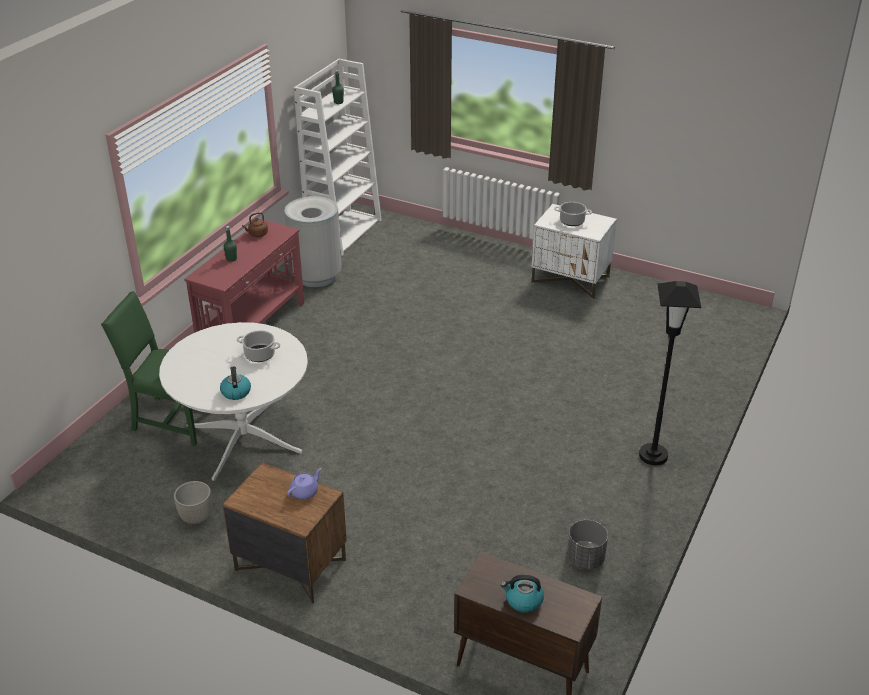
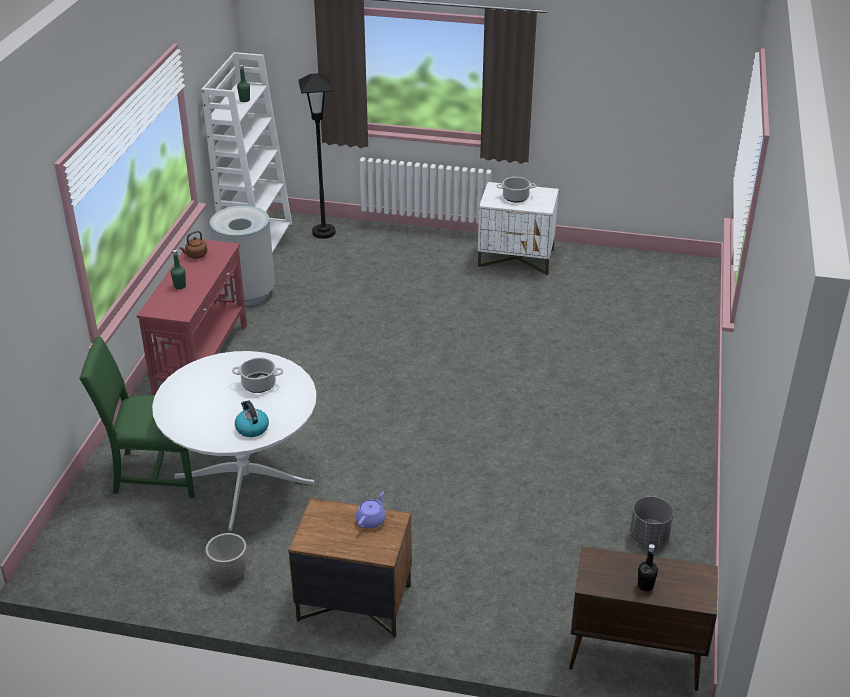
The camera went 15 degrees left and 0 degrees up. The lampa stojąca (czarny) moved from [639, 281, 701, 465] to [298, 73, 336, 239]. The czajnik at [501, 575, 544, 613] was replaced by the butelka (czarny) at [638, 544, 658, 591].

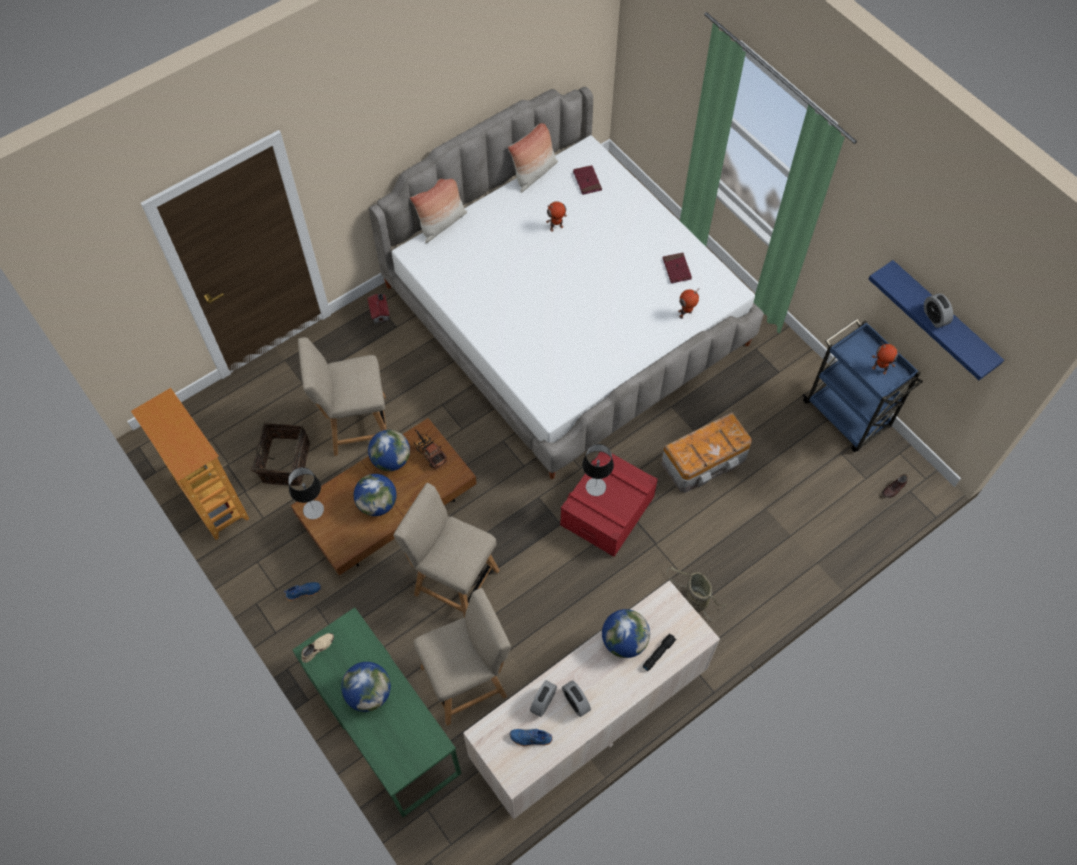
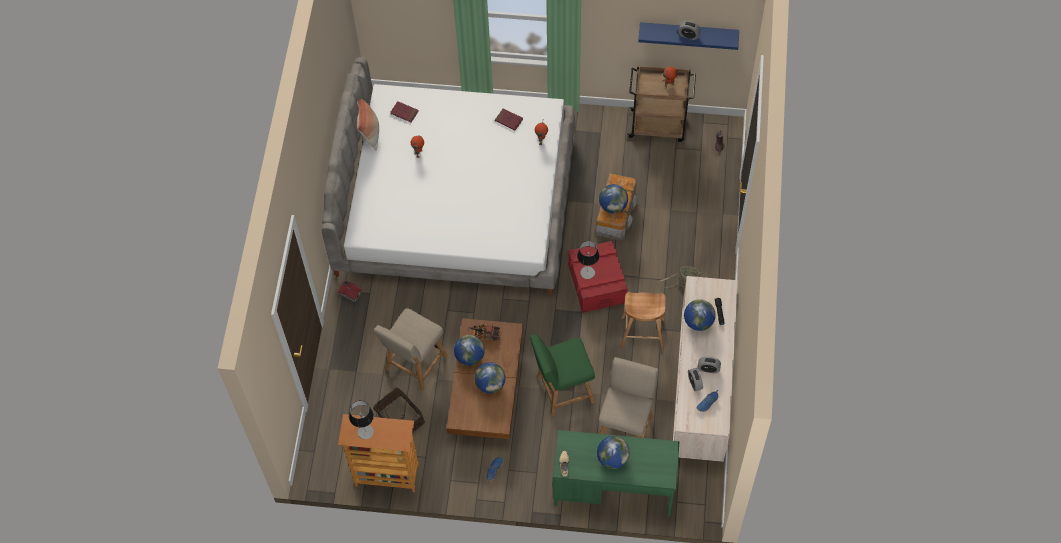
The camera went 45 degrees left and 0 degrees up. The lampa stołowa moved from [288, 467, 324, 519] to [349, 401, 374, 439]. The krzesło (beżowy) at [394, 483, 500, 618] became the krzesło (zielony) at [530, 334, 595, 416]. The globus at [599, 184, 628, 214] appeared. The stołek (brązowy) at [620, 292, 666, 350] appeared. The wózek (niebieski) at [802, 319, 923, 452] became the wózek (brązowy) at [627, 65, 696, 142]. The poduszka at [410, 179, 467, 243] disappeared.

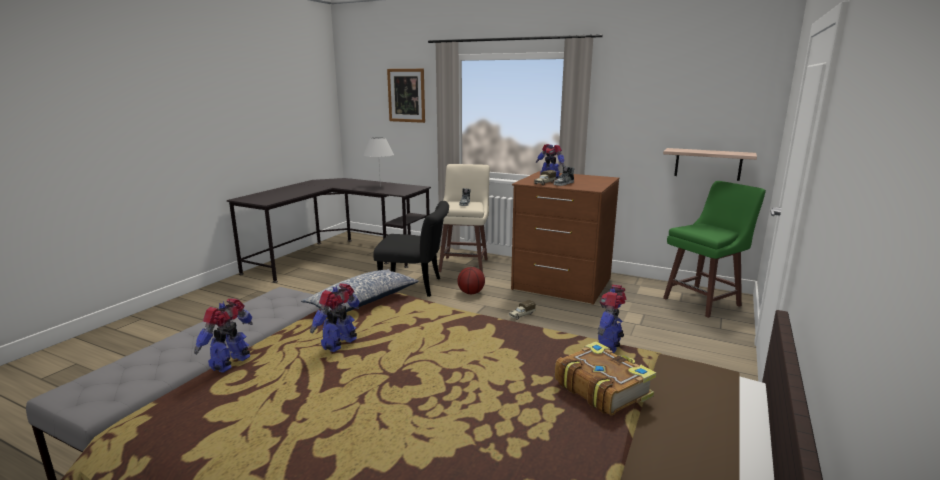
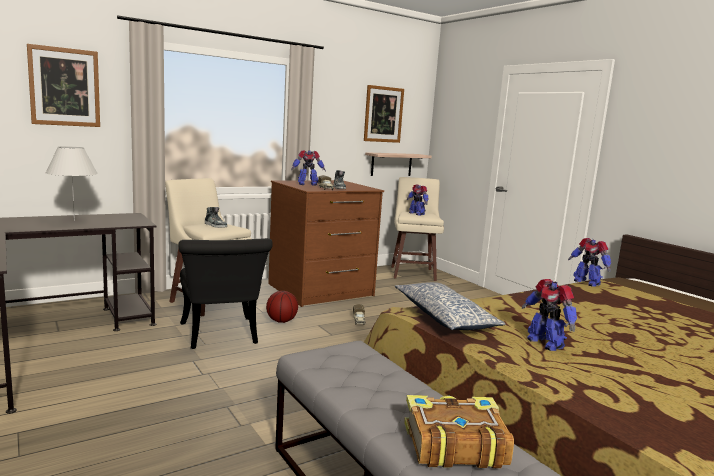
The camera went 60 degrees left and 5 degrees down. The krzesło (czarny) at [374, 201, 449, 297] turned 120 degrees clockwise. The obraz at [364, 85, 404, 143] appeared. The stołek (zielony) at [663, 181, 766, 318] became the stołek (beżowy) at [391, 177, 444, 281]. The książka moved from [555, 341, 656, 416] to [404, 395, 514, 468]. The robot zabawkowy moved from [194, 298, 253, 373] to [407, 185, 428, 215].

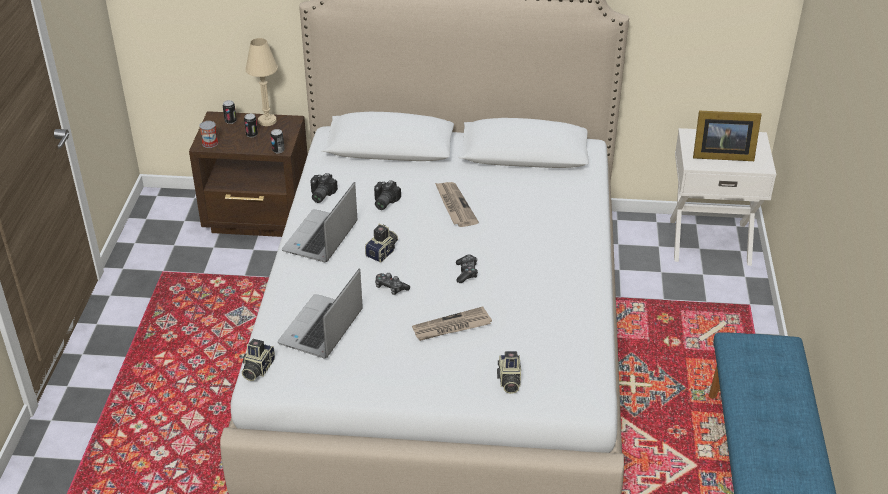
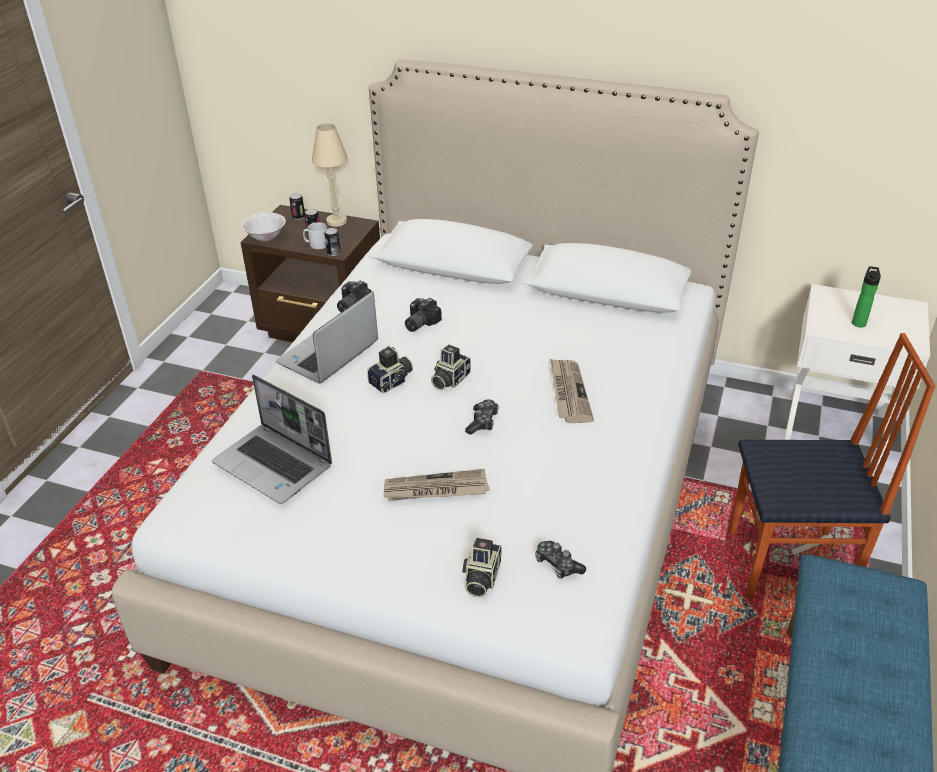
The camera went 15 degrees right and 0 degrees up. The laptop at [278, 269, 363, 358] turned 90 degrees counterclockwise. The puszka at [199, 121, 218, 148] was replaced by the miska (biały) at [241, 212, 286, 241]. The kubek (szary) at [303, 222, 327, 249] appeared. The aparat fotograficzny moved from [242, 339, 275, 381] to [431, 345, 471, 390]. The pad do gier moved from [375, 273, 410, 295] to [535, 541, 586, 579]. The gazeta moved from [435, 182, 479, 227] to [550, 358, 594, 423]. The krzesło at [729, 333, 935, 599] appeared. The ramka na zdjęcie at [693, 111, 762, 161] was replaced by the butelka at [852, 266, 881, 327].

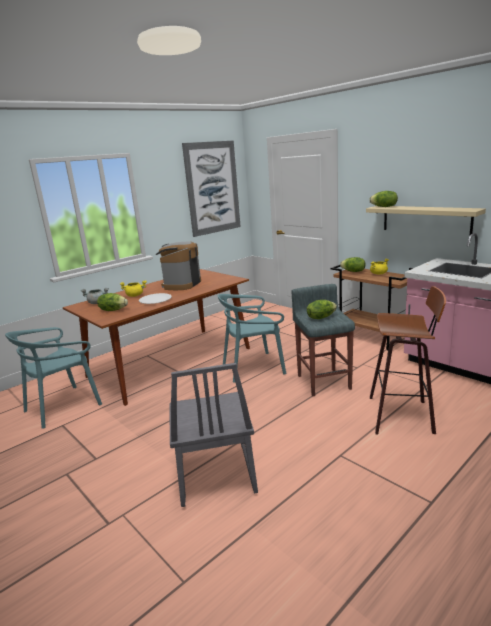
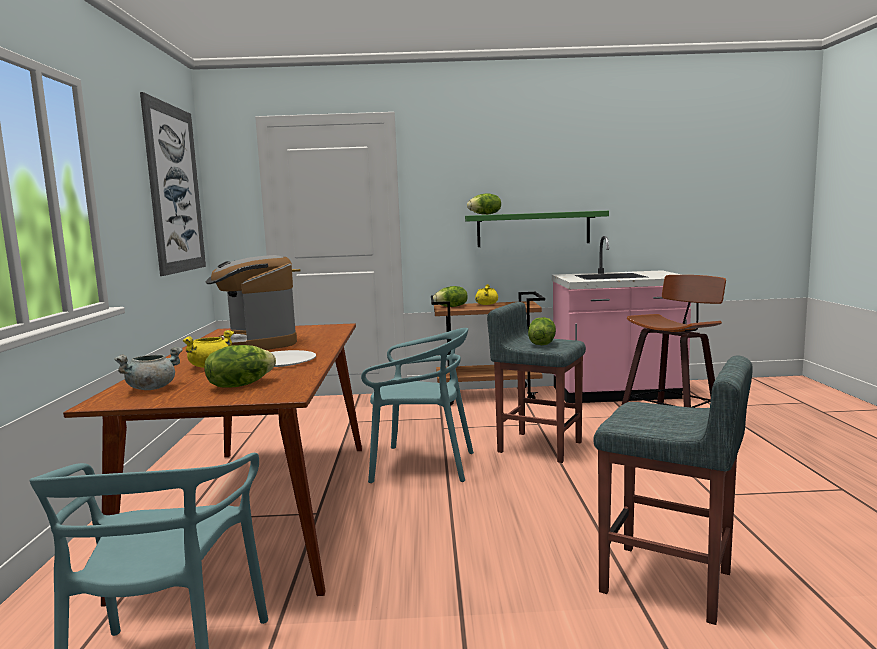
The camera went 50 degrees left and 10 degrees down. The krzesło (turkusowy) at [218, 294, 287, 383] turned 105 degrees counterclockwise. The półka (beżowy) at [366, 206, 486, 236] became the półka (zielony) at [465, 211, 609, 247]. The krzesło (szary) at [169, 363, 258, 507] was replaced by the stołek (szary) at [593, 355, 753, 625].

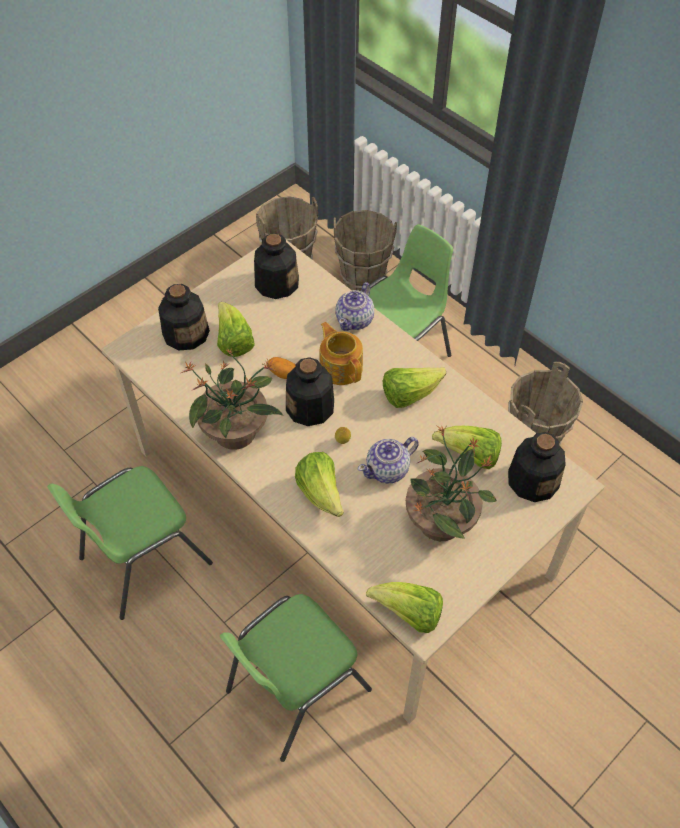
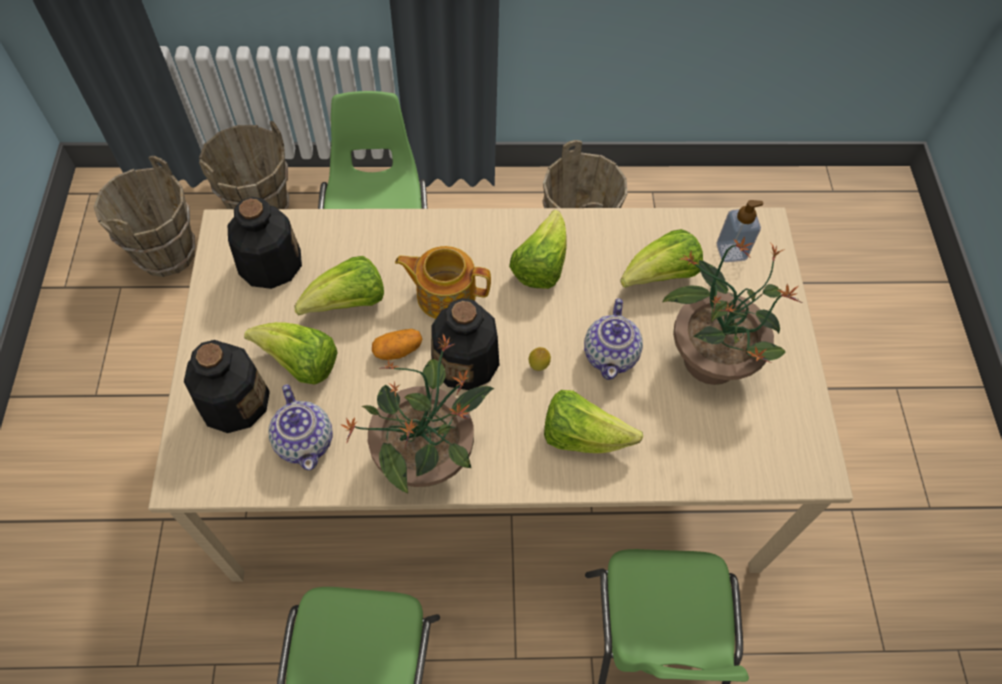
The camera went 50 degrees left and 5 degrees up. The imbryk moved from [335, 282, 374, 331] to [268, 384, 333, 470]. The sałata moved from [366, 582, 443, 633] to [294, 256, 384, 315]. The butelka at [508, 432, 566, 502] was replaced by the dozownik mydła at [717, 200, 763, 262].

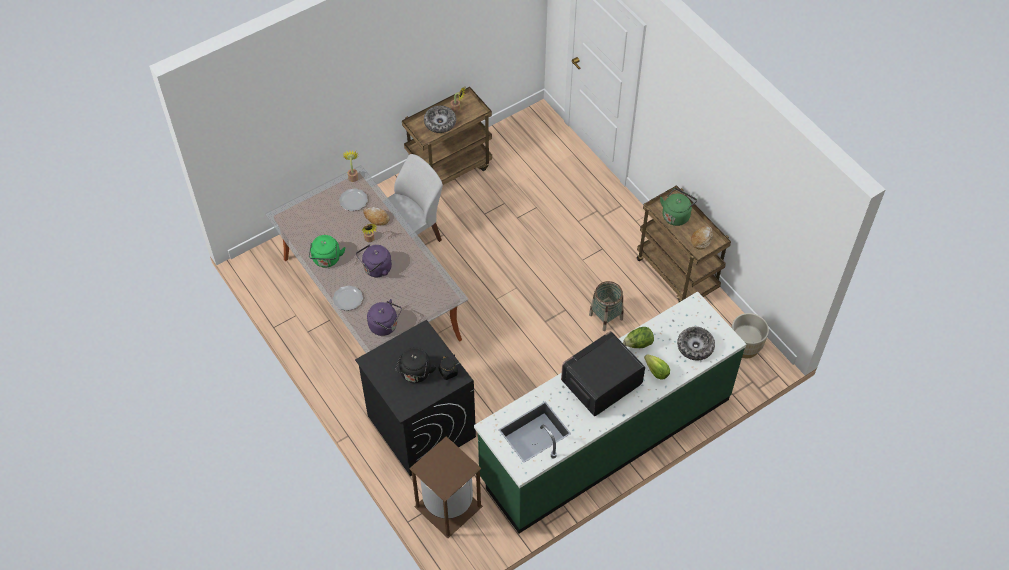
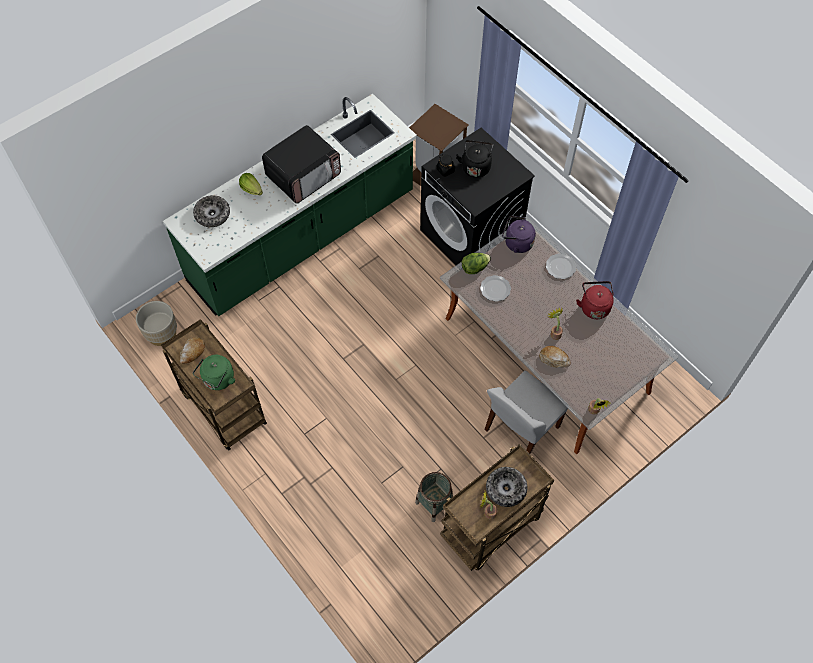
The camera went 175 degrees right and 5 degrees up. The koszyk moved from [589, 281, 623, 331] to [415, 472, 453, 522]. The sałata moved from [623, 327, 654, 348] to [462, 253, 491, 274]. The talerz moved from [339, 188, 368, 211] to [480, 275, 511, 302]. The czajnik (zielony) at [309, 235, 345, 268] became the czajnik (czerwony) at [576, 281, 614, 319]. The czajnik (fioletowy) at [356, 244, 392, 277] disappeared.

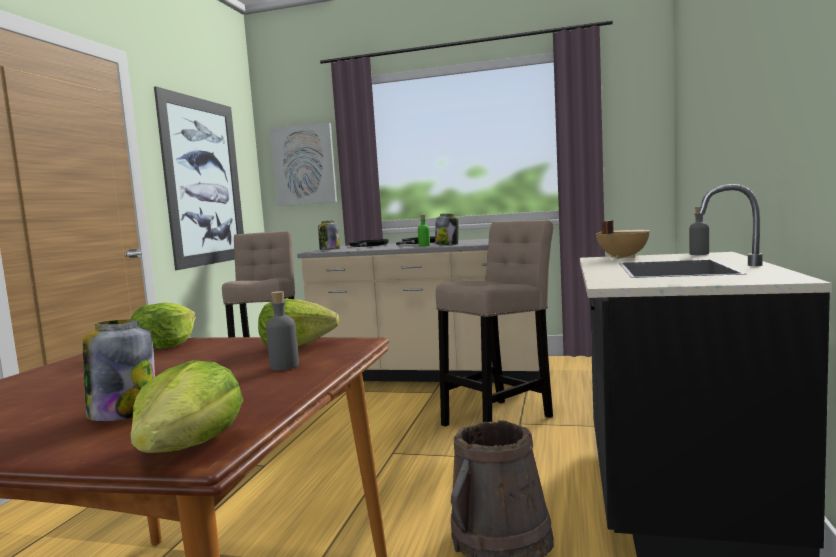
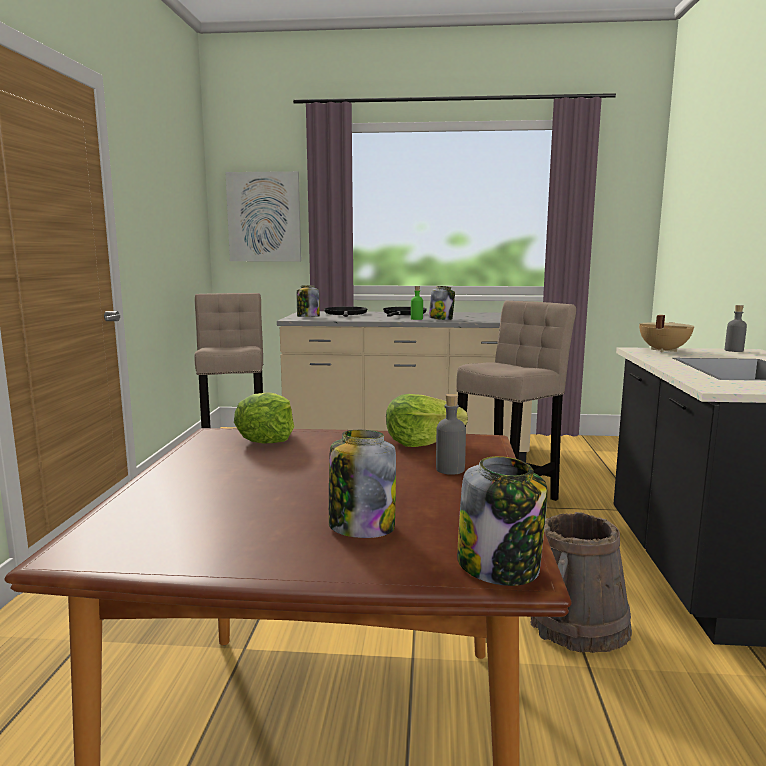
The camera went 10 degrees left and 5 degrees up. The sałata at [130, 360, 243, 453] was replaced by the słoik at [457, 456, 547, 586]. The obraz at [154, 86, 244, 270] disappeared.

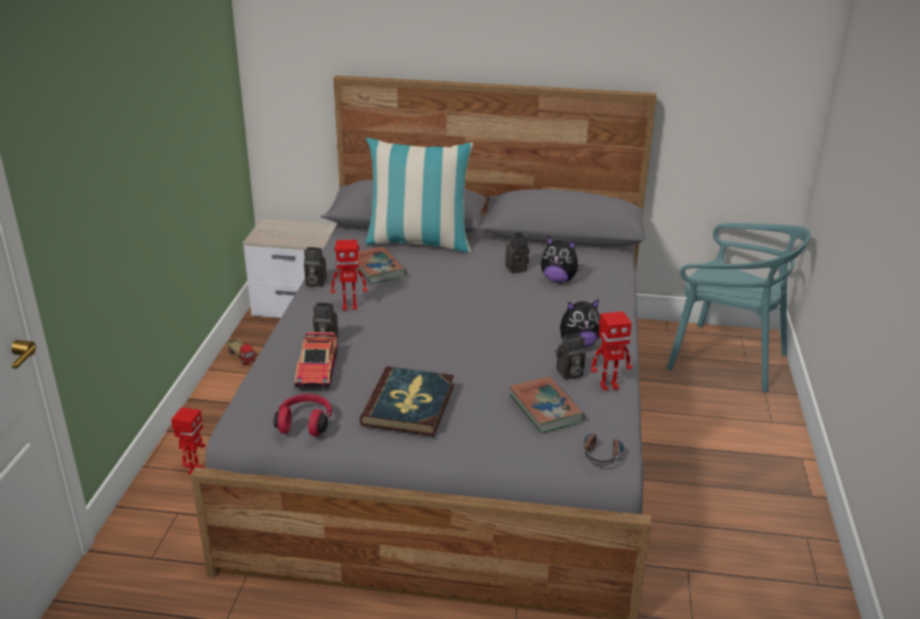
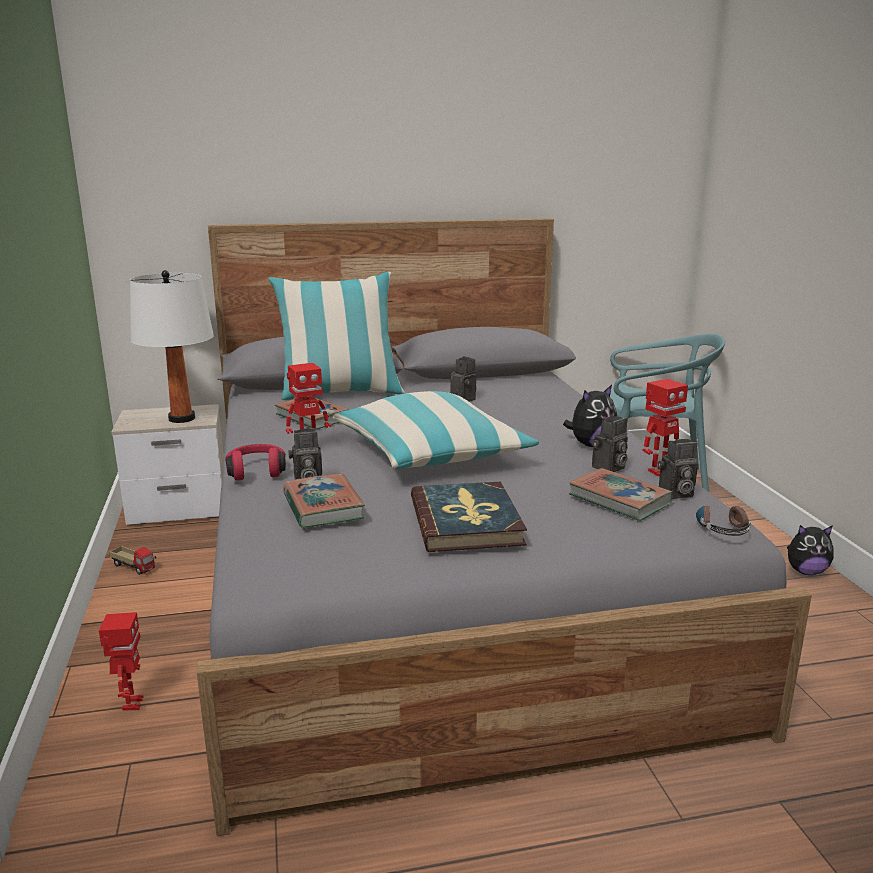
The camera went 20 degrees left and 10 degrees down. The lampa stołowa (biały) at [130, 270, 214, 423] appeared. The słuchawki (czerwony) moved from [274, 394, 332, 436] to [225, 444, 286, 480]. The samochodzik at [294, 332, 338, 388] was replaced by the książka at [283, 474, 365, 528]. The poduszka at [333, 391, 539, 469] appeared. The aparat fotograficzny moved from [304, 247, 327, 287] to [658, 439, 698, 499]. The pluszak moved from [541, 236, 584, 283] to [787, 525, 834, 575].

